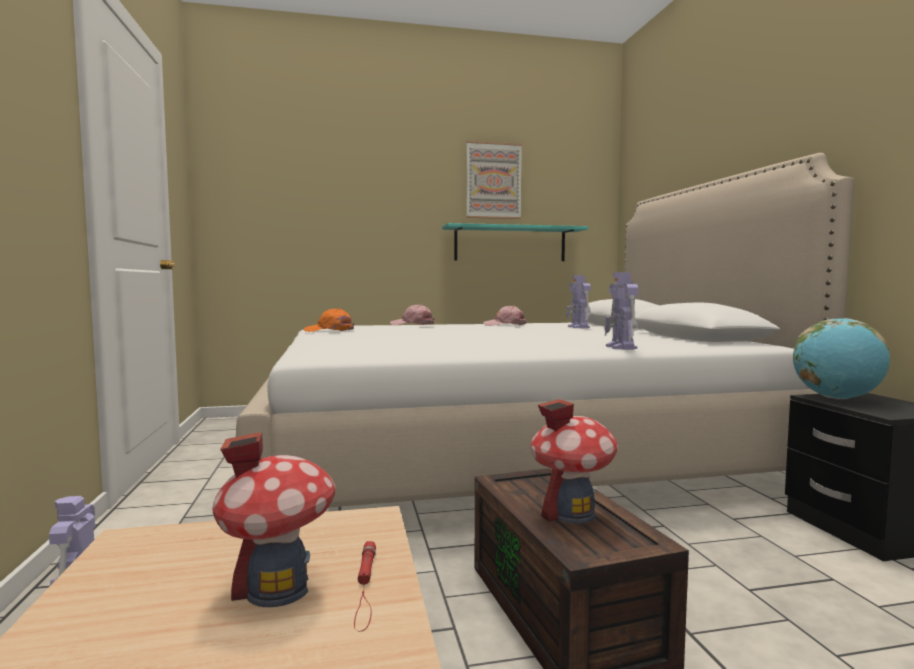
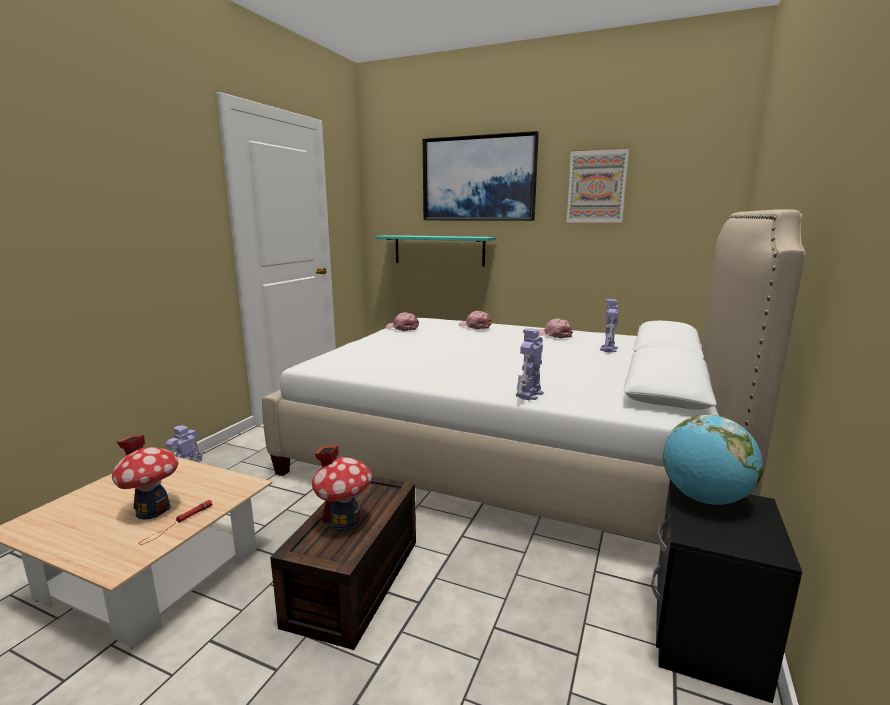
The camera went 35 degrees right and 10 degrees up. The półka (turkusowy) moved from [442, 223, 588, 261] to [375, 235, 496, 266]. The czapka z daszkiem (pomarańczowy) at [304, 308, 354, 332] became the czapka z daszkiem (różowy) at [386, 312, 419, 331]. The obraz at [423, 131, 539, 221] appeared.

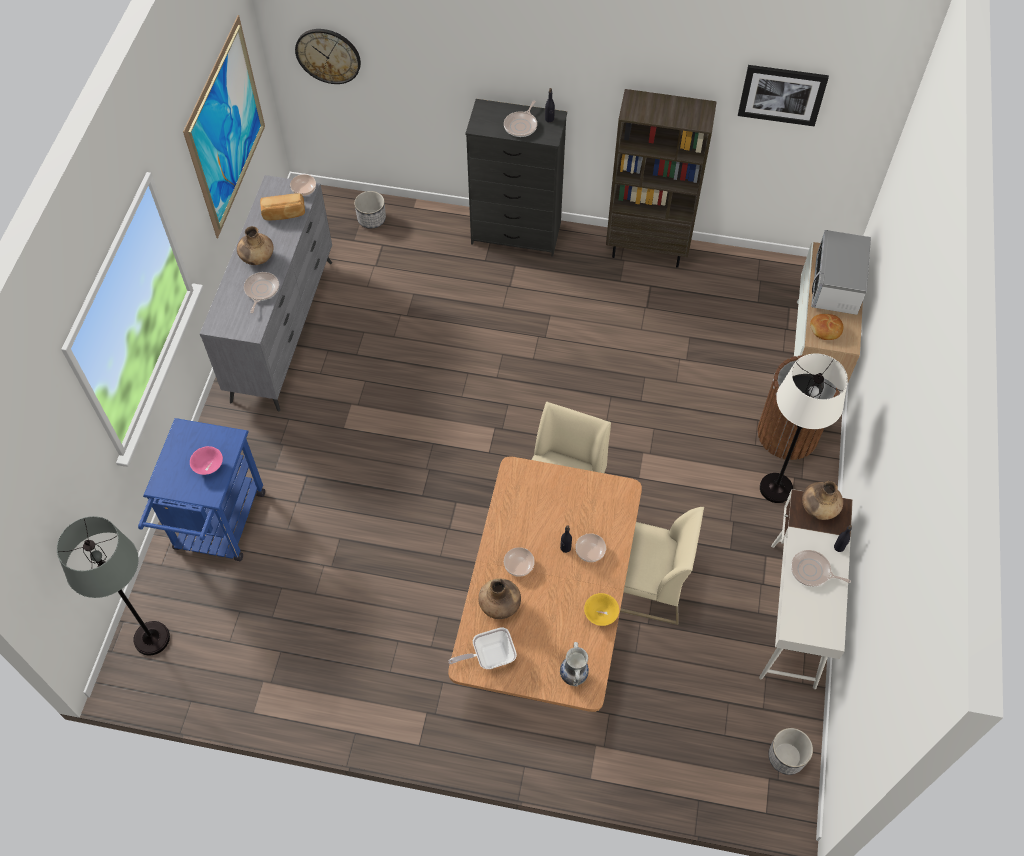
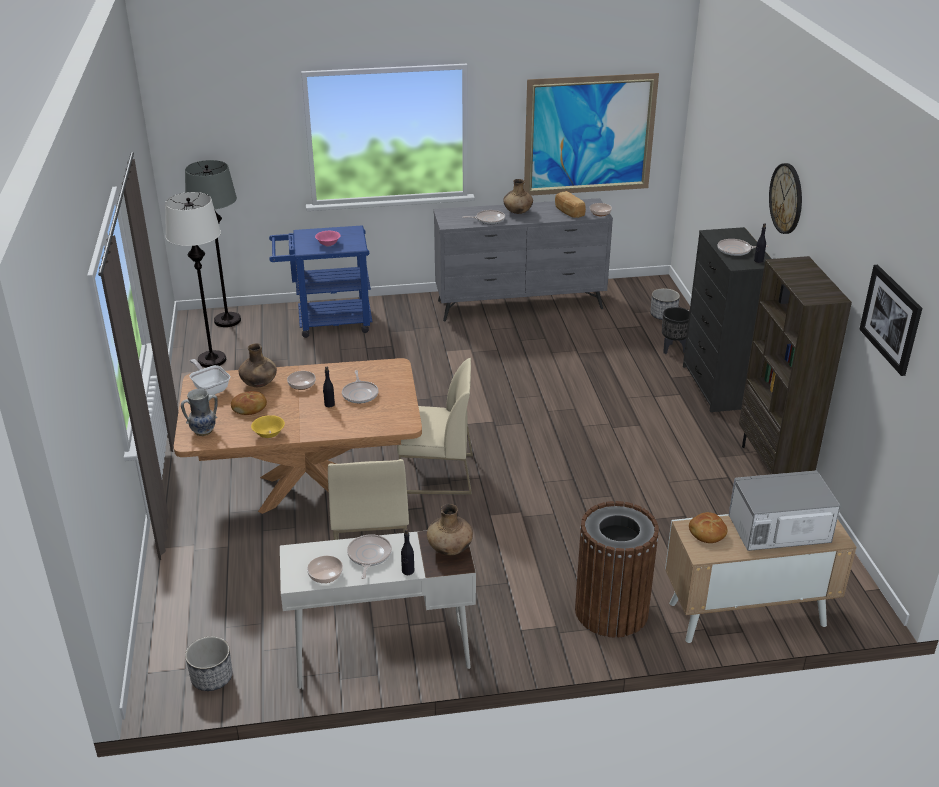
The camera went 70 degrees right and 25 degrees down. The lampa stojąca (biały) moved from [760, 354, 848, 503] to [165, 192, 226, 367]. The chleb at [231, 391, 267, 415] appeared. The miska moved from [575, 533, 606, 562] to [307, 556, 343, 583]. The patelnia at [342, 370, 378, 403] appeared. The donica (czarny) at [662, 307, 690, 354] appeared. The zegar ścienny moved from [295, 29, 361, 84] to [769, 163, 802, 234].

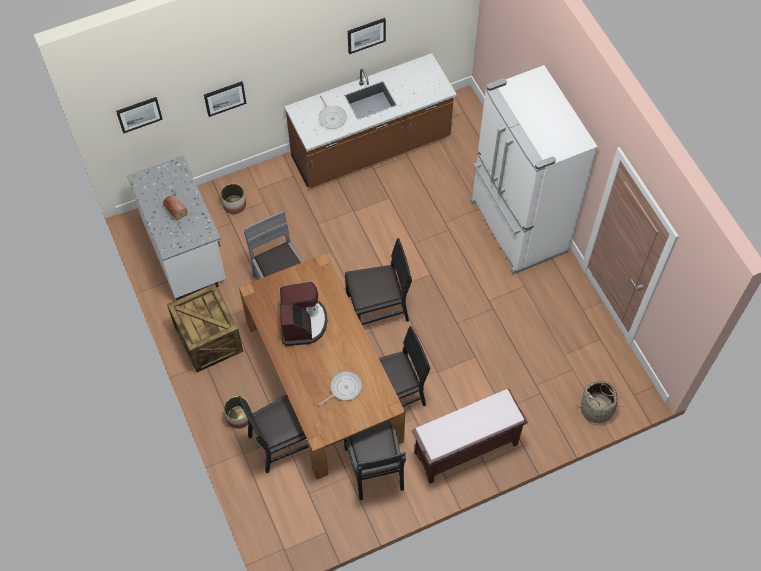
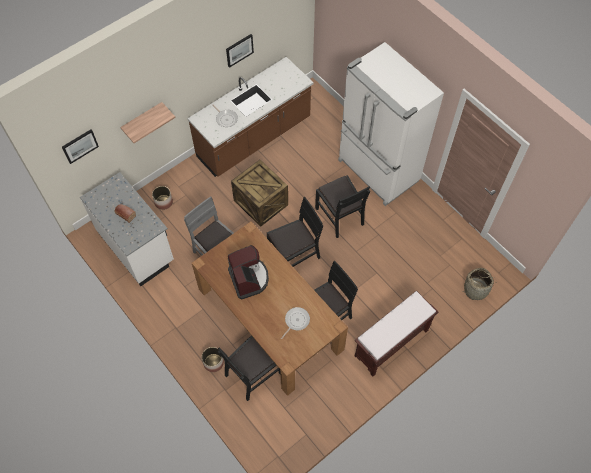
The camera went 15 degrees left and 0 degrees up. The obraz at [204, 81, 246, 117] was replaced by the półka at [120, 102, 176, 143]. The skrzynka moved from [167, 284, 243, 372] to [231, 160, 288, 227]. The krzesło (czarny) moved from [344, 420, 406, 500] to [315, 175, 370, 238].

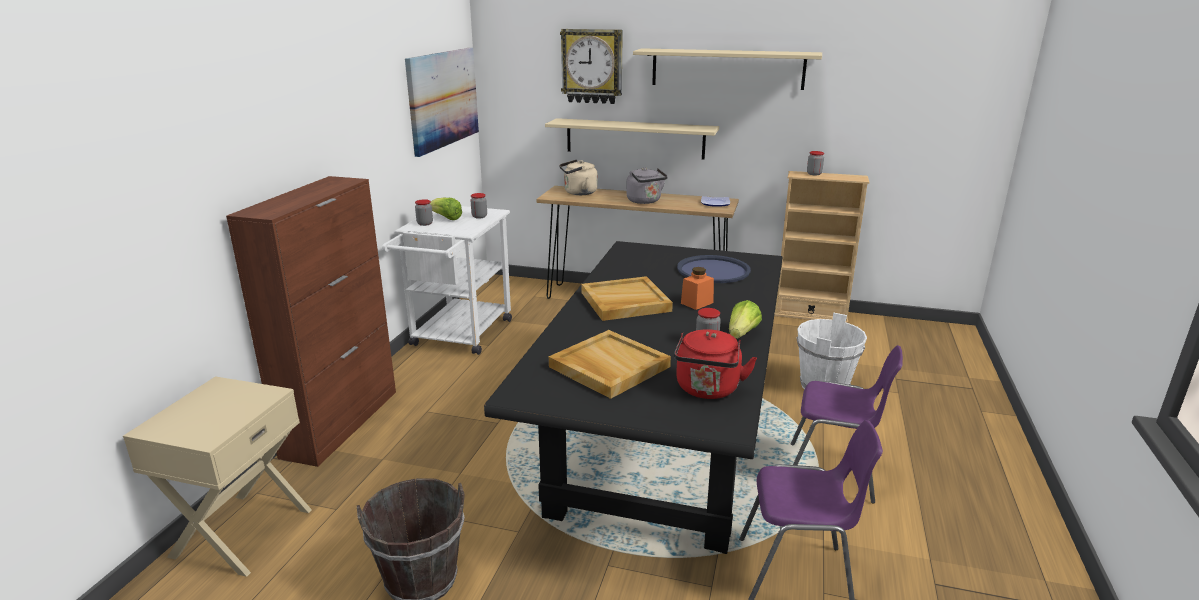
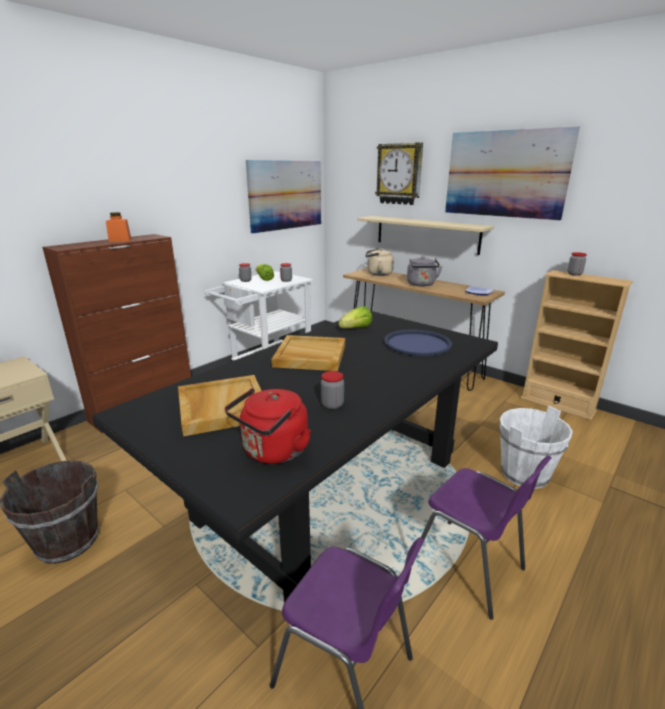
The camera went 25 degrees right and 0 degrees up. The słoik (pomarańczowy) moved from [681, 267, 714, 310] to [106, 212, 131, 242]. The sałata moved from [729, 300, 762, 339] to [339, 306, 372, 328]. The półka (beżowy) at [633, 48, 822, 90] was replaced by the obraz at [445, 126, 580, 220].

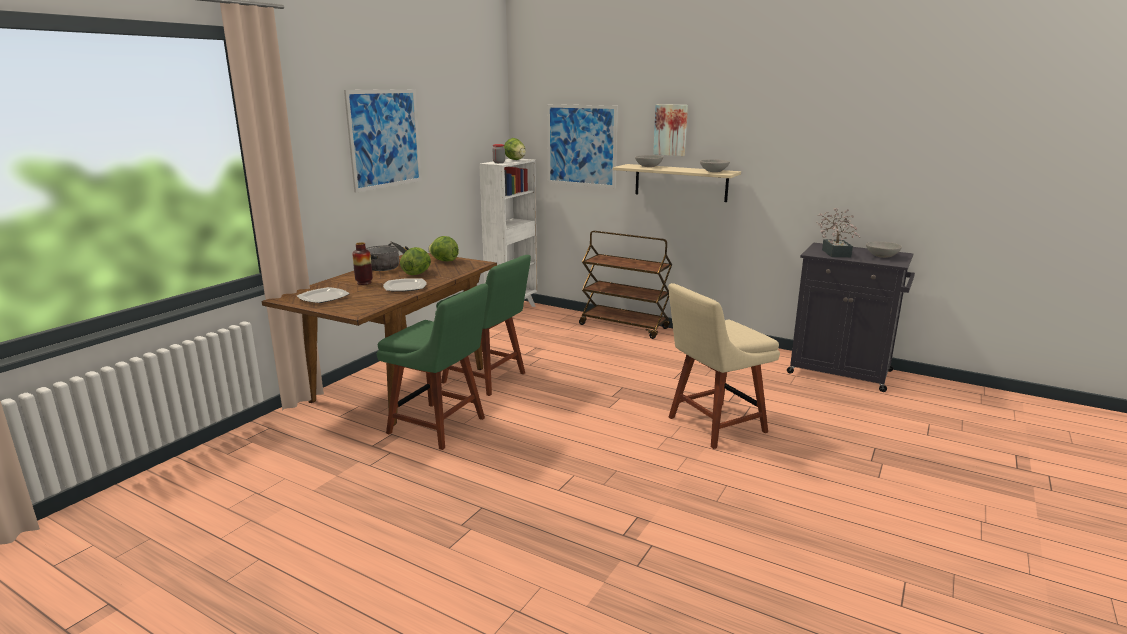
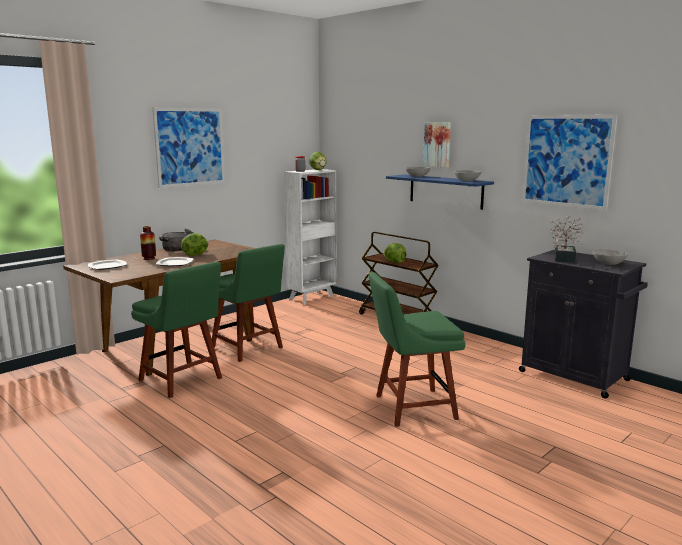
The camera went 15 degrees right and 5 degrees down. The krzesło (beżowy) at [668, 283, 780, 449] became the krzesło (zielony) at [368, 272, 466, 427]. The sałata moved from [428, 236, 459, 261] to [383, 243, 407, 263]. The półka (beżowy) at [613, 164, 741, 202] became the półka (niebieski) at [386, 174, 494, 210]. The obraz moved from [547, 104, 618, 188] to [522, 115, 618, 210].

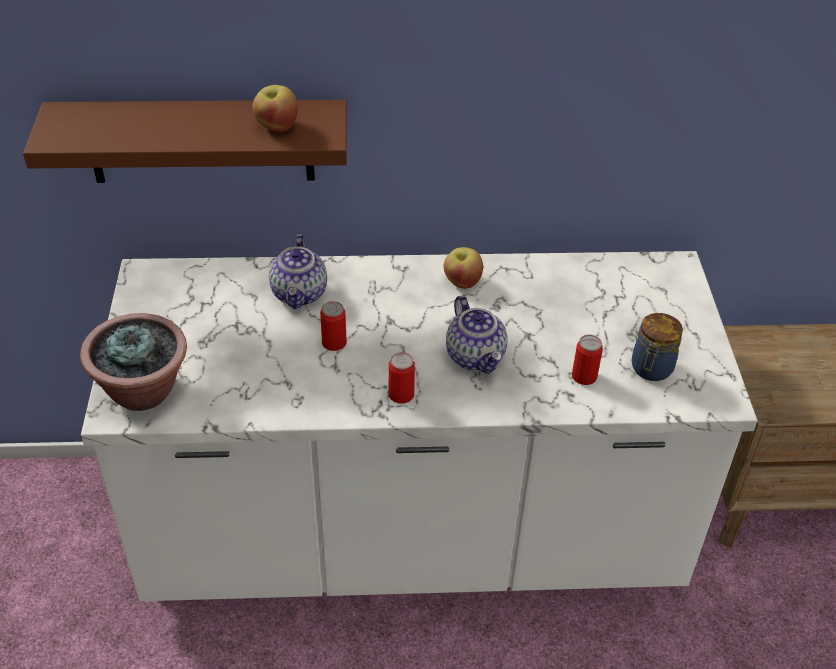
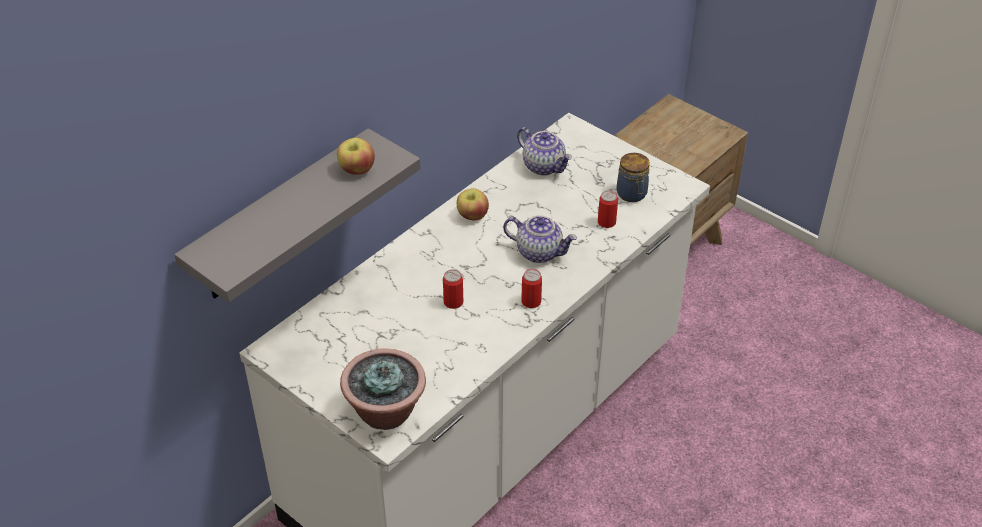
The camera went 45 degrees left and 0 degrees up. The półka (brązowy) at [23, 100, 347, 183] became the półka (szary) at [174, 128, 421, 303]. The imbryk moved from [269, 234, 327, 309] to [517, 127, 572, 175].

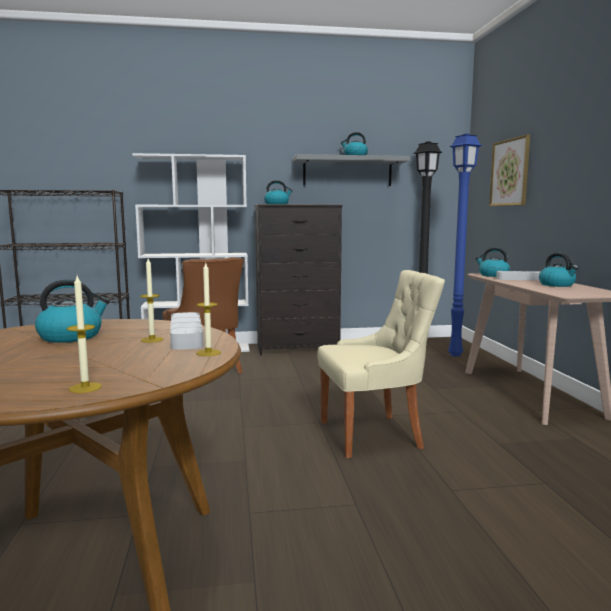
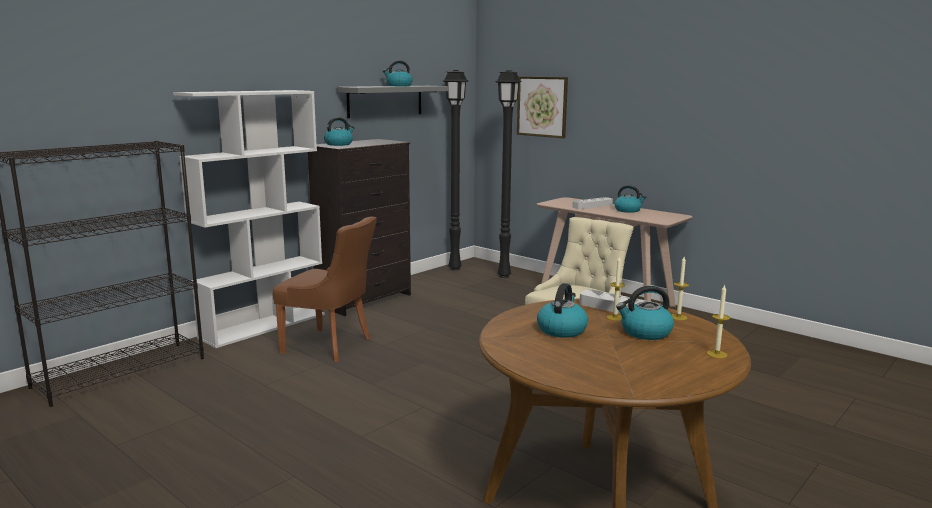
The camera went 40 degrees left and 5 degrees up. The lampa stojąca (niebieski) at [448, 133, 483, 356] became the lampa stojąca (czarny) at [495, 70, 522, 278]. The czajnik moved from [475, 248, 510, 277] to [616, 286, 674, 340].

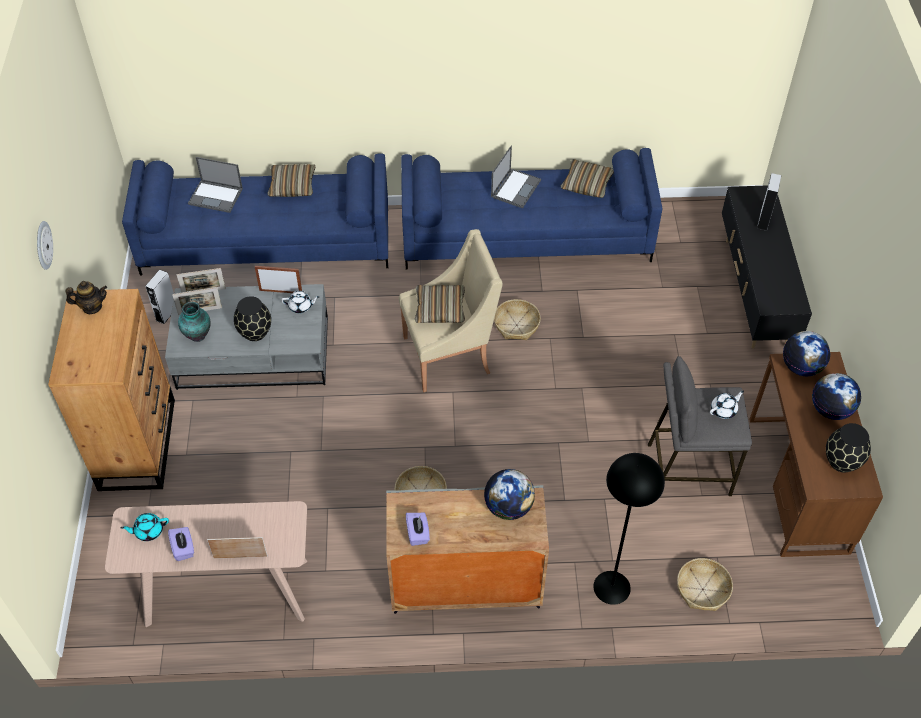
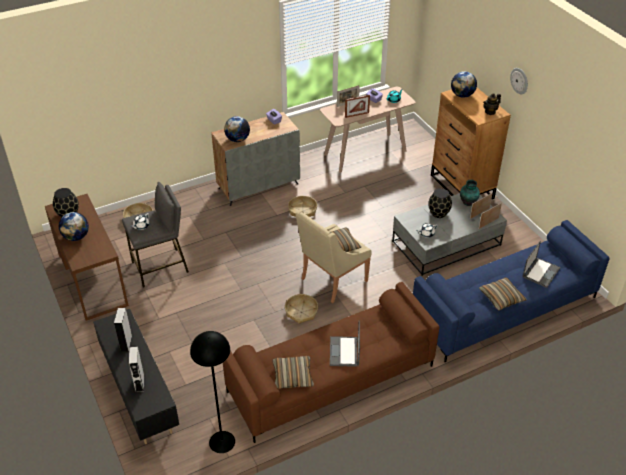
The camera went 155 degrees right and 10 degrees down. The głośnik (szary) moved from [145, 269, 174, 324] to [114, 308, 132, 352]. The lampa stojąca (czarny) moved from [593, 453, 665, 605] to [190, 331, 235, 453]. The kanapa (niebieski) at [401, 148, 662, 269] became the kanapa (brązowy) at [223, 282, 439, 443]. The ramka na zdjęcie moved from [255, 266, 302, 293] to [345, 95, 370, 118]. The globus moved from [783, 331, 830, 376] to [451, 71, 477, 98]. The laptop at [188, 157, 243, 213] turned 135 degrees clockwise.

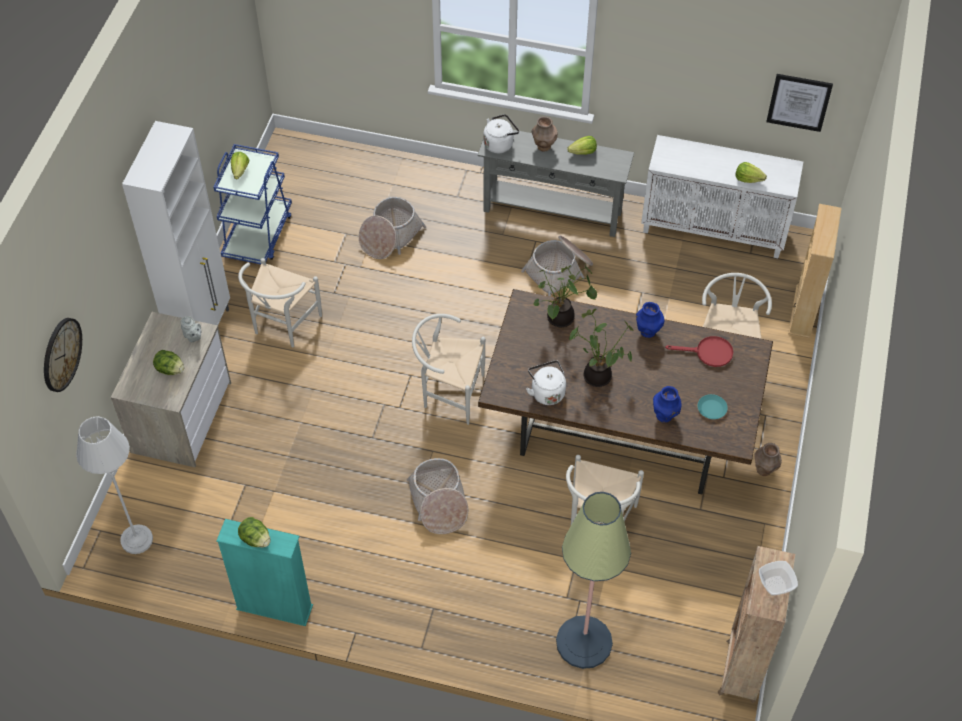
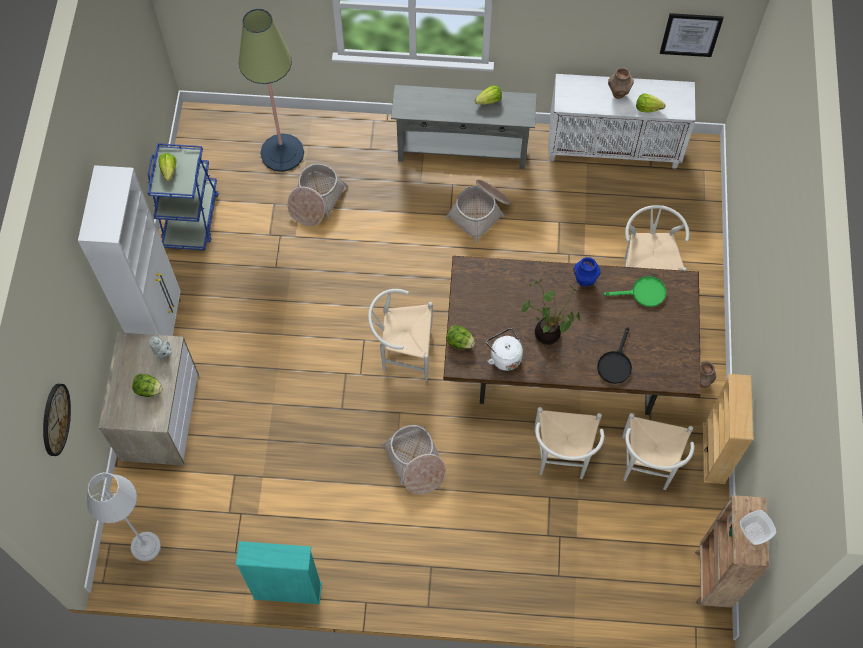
The camera went 10 degrees left and 10 degrees up. The lampa stojąca moved from [556, 492, 631, 669] to [238, 9, 304, 172]. The sałata moved from [238, 517, 270, 547] to [446, 325, 475, 349]. The wazon (niebieski) at [653, 386, 682, 423] was replaced by the patelnia (czarny) at [597, 327, 632, 384]. The patelnia (czerwony) at [665, 336, 733, 367] became the patelnia (zielony) at [604, 276, 666, 307]. The wazon (brązowy) moved from [532, 116, 558, 152] to [608, 68, 634, 99]. The krzesło (biały) moved from [238, 258, 322, 347] to [622, 413, 694, 490]. The regał (beżowy) moved from [788, 204, 842, 339] to [703, 374, 754, 484]. The czajnik (biały) at [484, 114, 519, 153] disappeared. The roślina doniczkowa at [534, 264, 597, 327] disappeared. The talerz (turkusowy) at [697, 394, 728, 419] disappeared.

